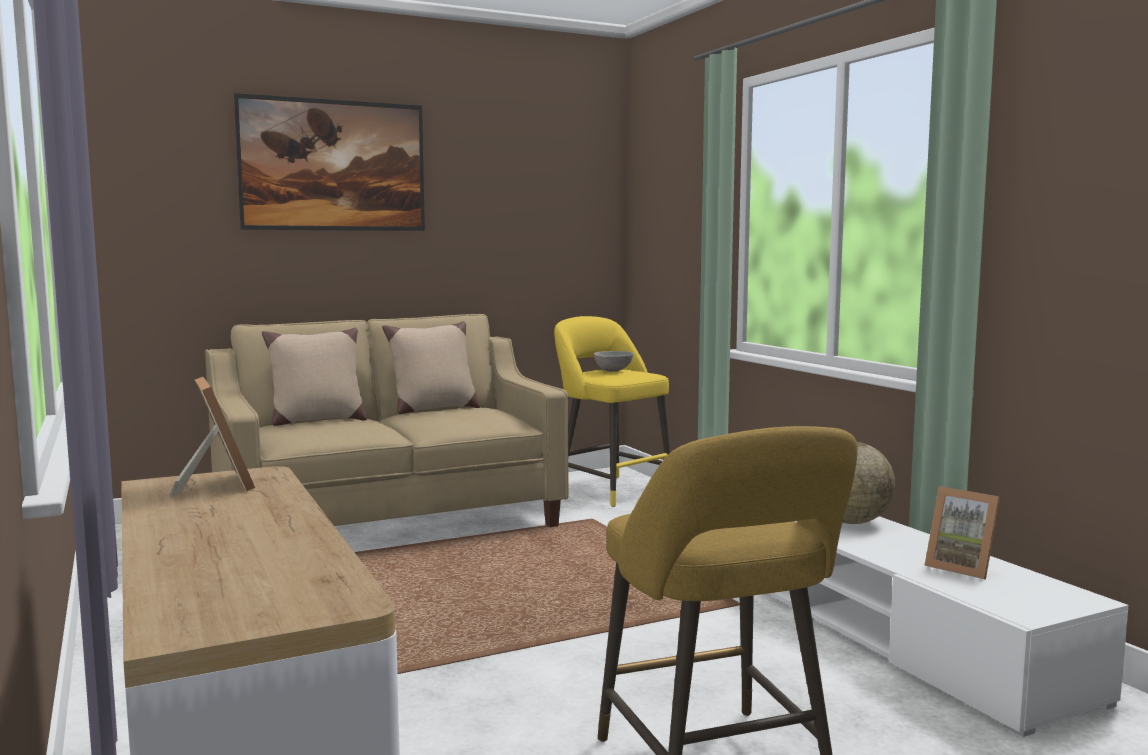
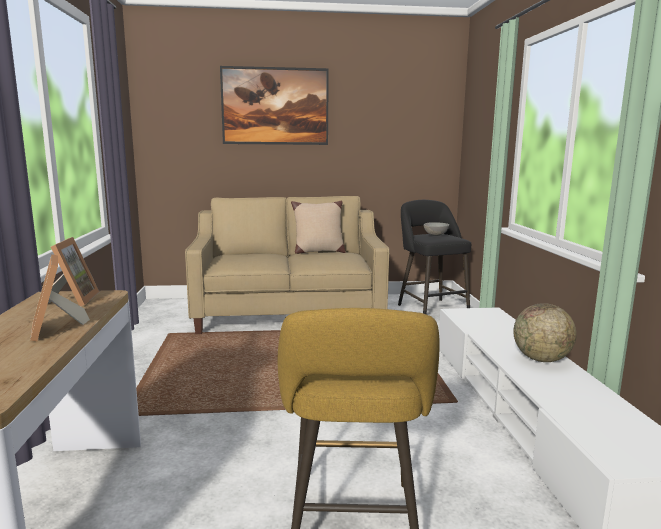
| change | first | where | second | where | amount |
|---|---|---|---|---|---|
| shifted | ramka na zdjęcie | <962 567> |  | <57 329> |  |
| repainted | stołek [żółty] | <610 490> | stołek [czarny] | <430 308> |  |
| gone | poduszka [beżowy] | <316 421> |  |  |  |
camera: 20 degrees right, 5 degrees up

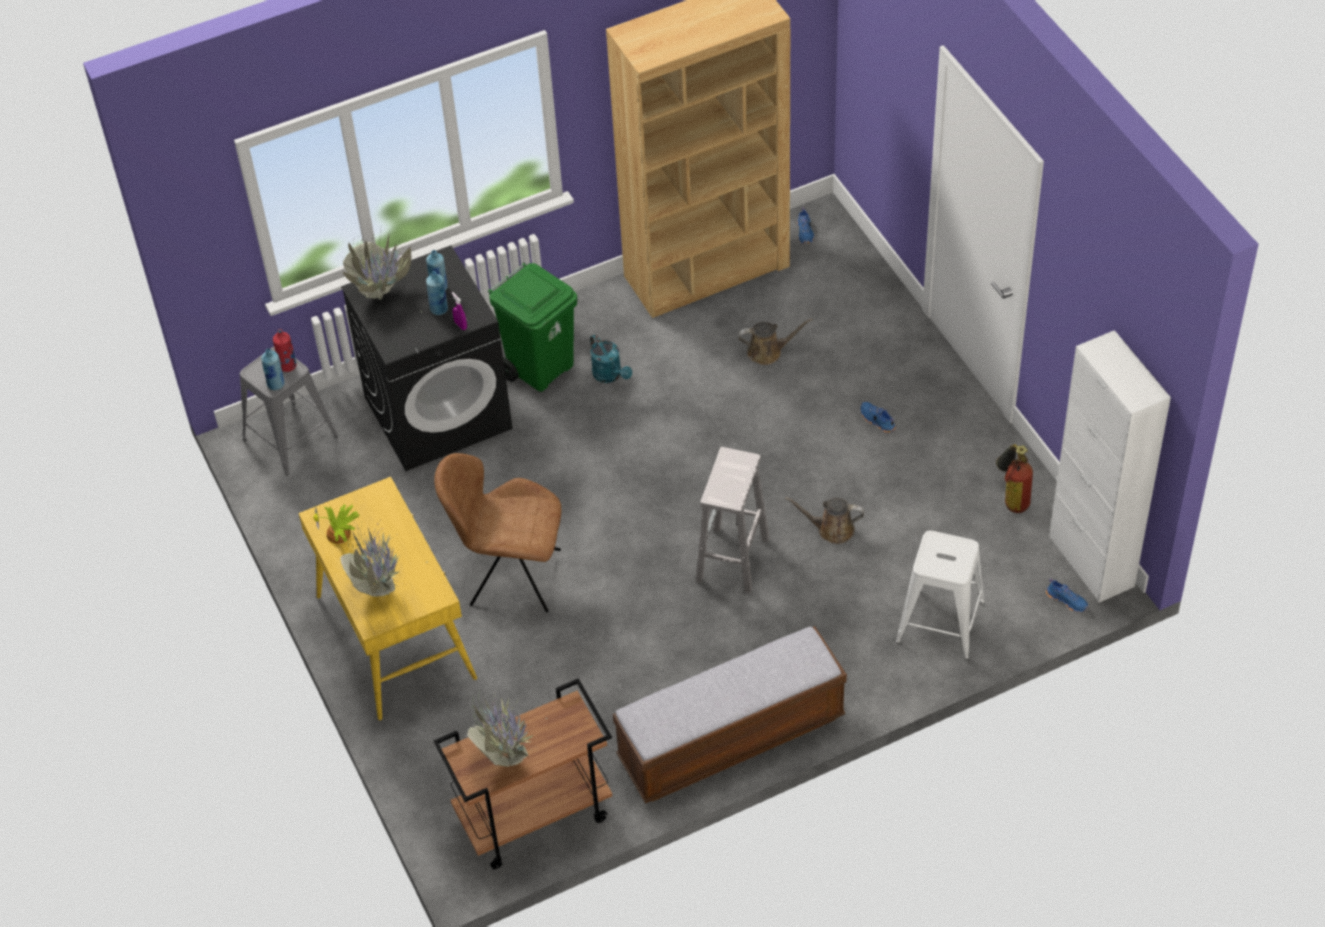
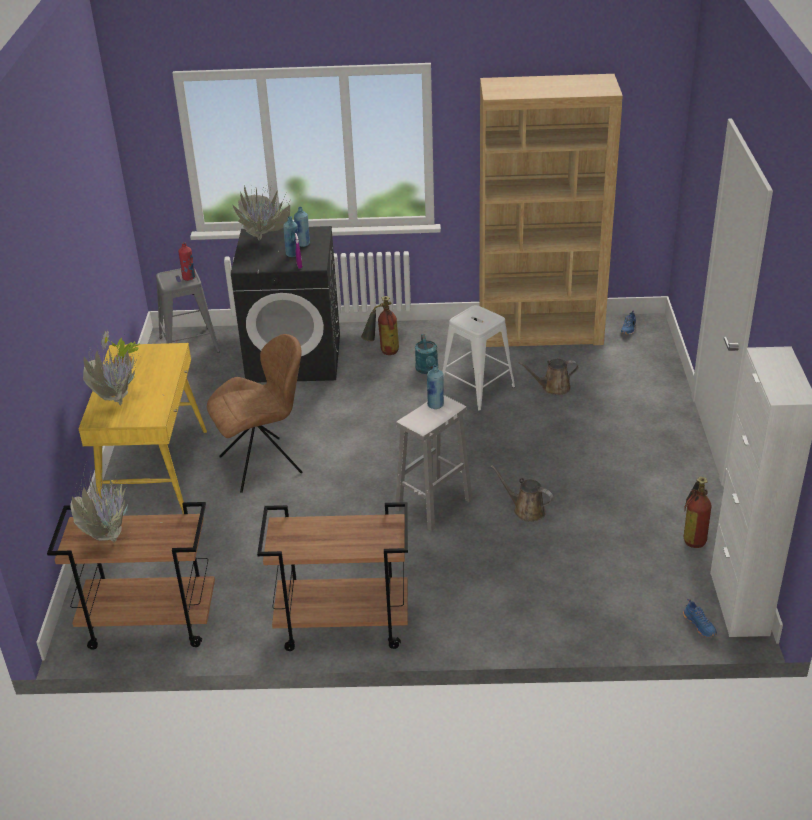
| change | first | where | second | where | amount |
|---|---|---|---|---|---|
| rotated | krzesło [brązowy] | <511 577> |  | <264 464> | 120 degrees clockwise |
| swapped | ławka | <731 738> | wózek [brązowy] | <342 625> |  |
| swapped | kosz na śmieci [zielony] | <540 368> | gaśnica | <382 353> |  |
| shifted | butelka [niebieski] | <276 384> |  | <435 405> |  |
| shifted | stołek [biały] | <939 622> |  | <476 388> |  |
| rotated | konewka [brązowy] | <768 352> |  | <553 388> | 150 degrees clockwise |
| gone | but [niebieski] | <876 420> |  |  |  |
camera: 25 degrees right, 15 degrees down

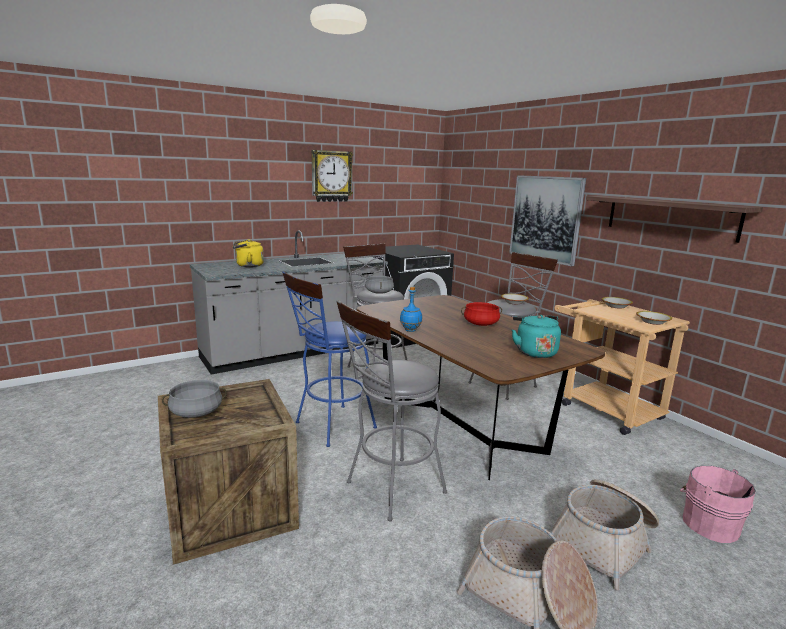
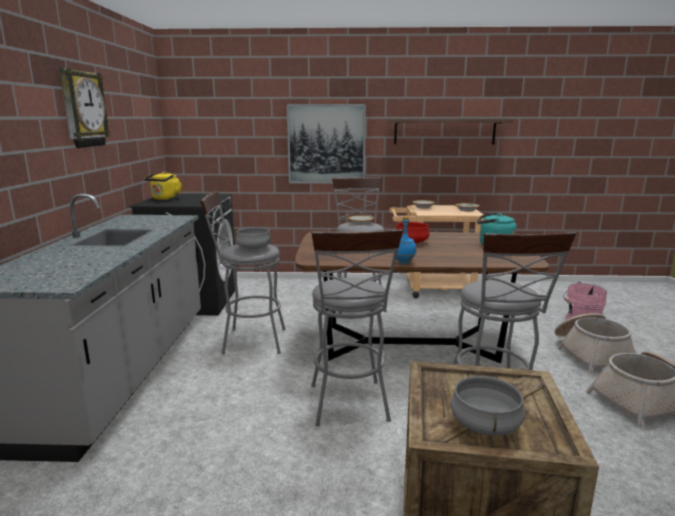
| change | first | where | second | where | amount |
|---|---|---|---|---|---|
| shifted | czajnik [żółty] | <248 265> |  | <165 199> |  |
| repainted | stołek [niebieski] | <330 427> | stołek [szary] | <350 407> |  |
camera: 55 degrees left, 0 degrees up

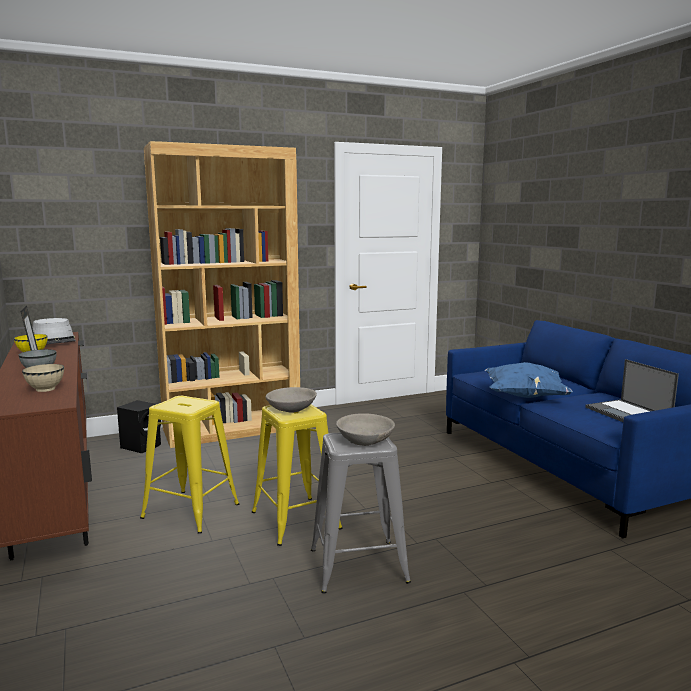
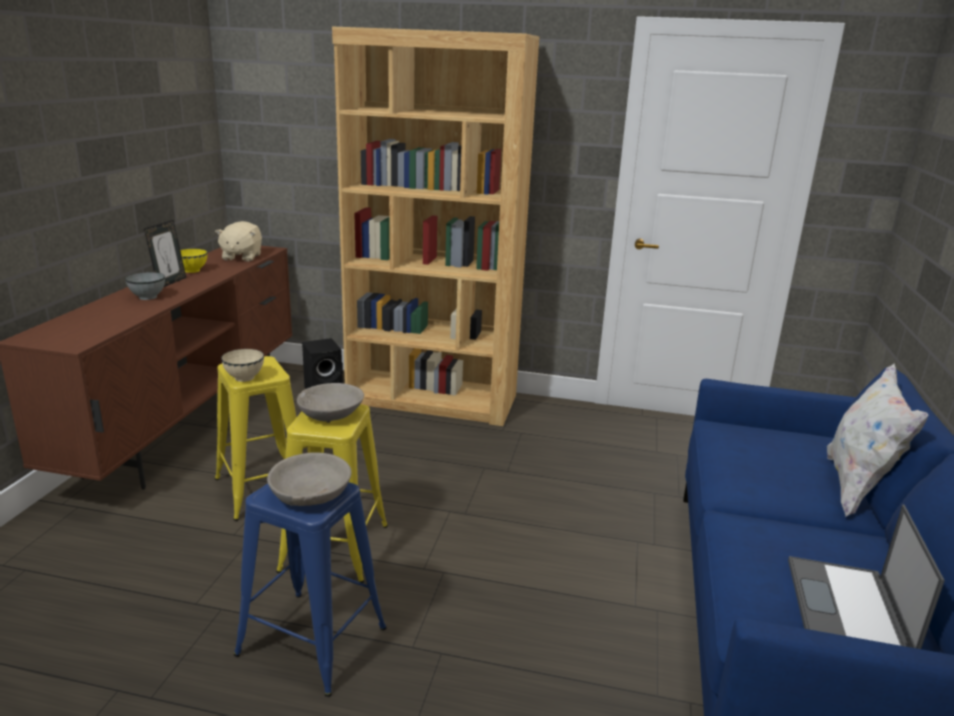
| change | first | where | second | where | amount |
|---|---|---|---|---|---|
| swapped | kapelusz [szary] | <54 341> | pluszak [beżowy] | <241 257> |  |
| shifted | miska [beżowy] | <45 389> |  | <244 377> |  |
| repainted | stołek [szary] | <358 565> | stołek [niebieski] | <312 641> |  |
| new |  |  | poduszka [biały] | <857 487> |  |
| gone | poduszka [niebieski] | <524 397> |  |  |  |
camera: 35 degrees right, 10 degrees up

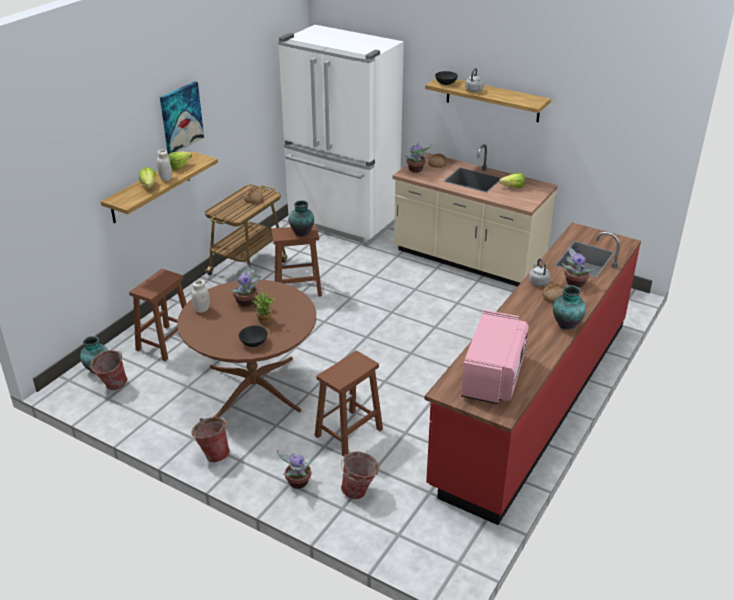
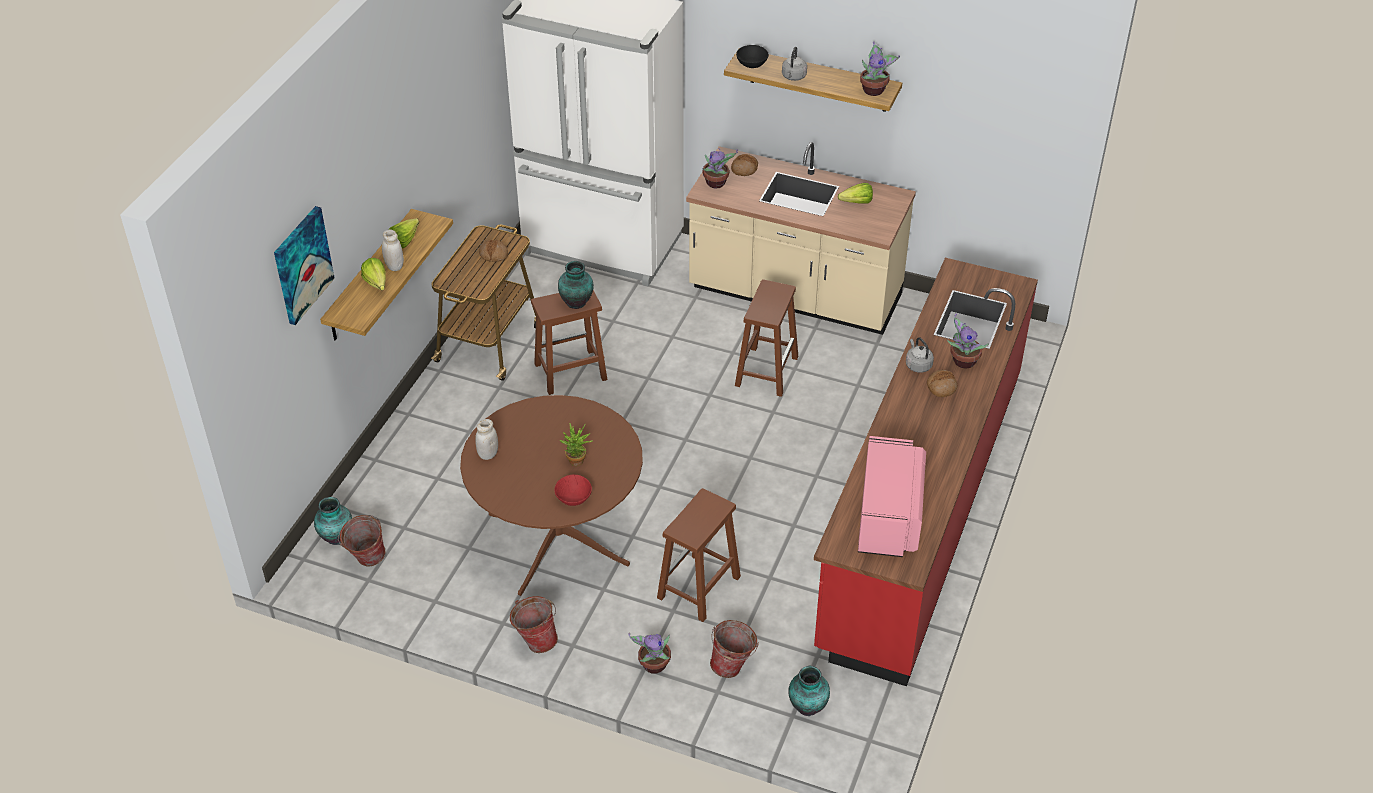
| change | first | where | second | where | amount |
|---|---|---|---|---|---|
| shifted | obraz | <181 117> |  | <302 265> |  |
| repainted | miska [czarny] | <254 342> | miska [czerwony] | <574 497> |  |
| shifted | stołek [brązowy] | <166 342> |  | <766 370> |  |
| shifted | wazon | <566 325> |  | <807 707> |  |
| shifted | roślina doniczkowa | <247 302> |  | <874 90> |  |
camera: 10 degrees left, 10 degrees up

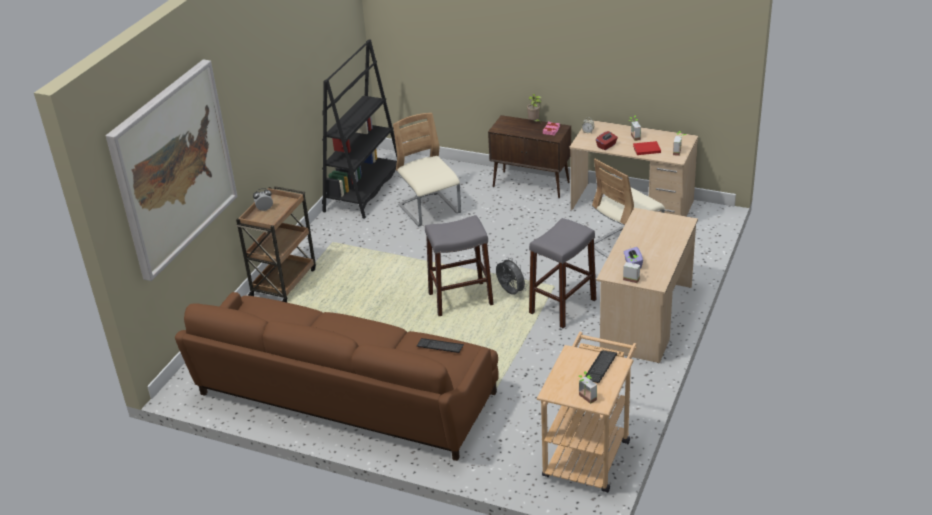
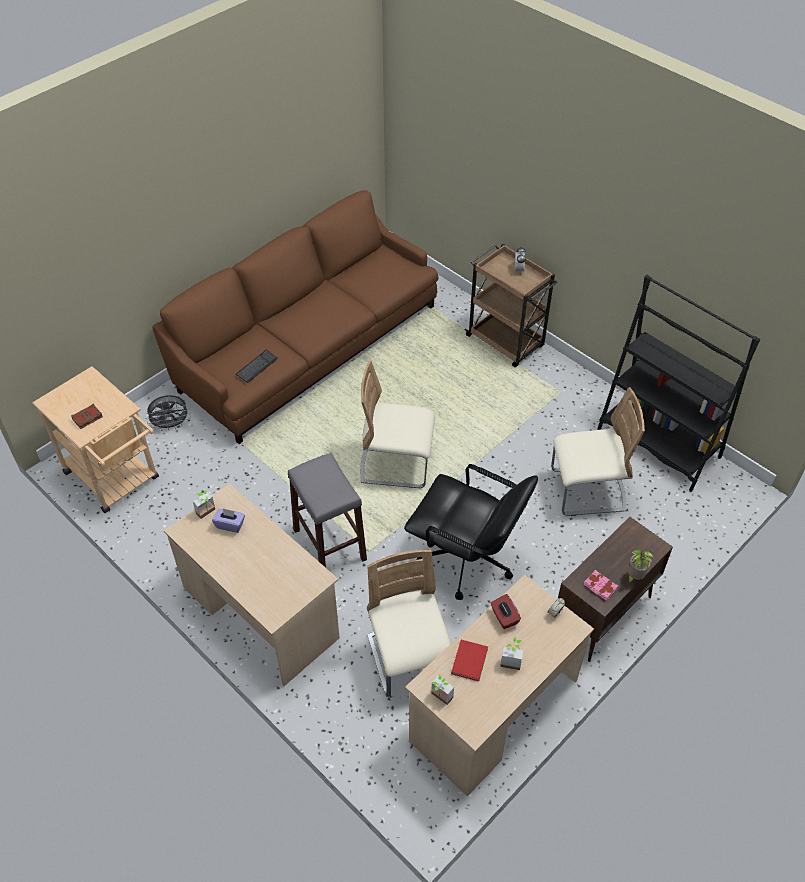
| change | first | where | second | where | amount |
|---|---|---|---|---|---|
| swapped | klawiatura | <600 367> | książka [brązowy] | <88 418> |  |
| shifted | wentylator [szary] | <510 292> |  | <171 425> |  |
| swapped | stołek [szary] | <460 299> | krzesło [beżowy] | <396 464> |  |
| new |  |  | krzesło biurowe [czarny] | <466 560> |  |
| gone | obraz | <173 168> |  |  |  |
| gone | roślina doniczkowa | <585 399> |  |  |  |
camera: 110 degrees right, 15 degrees up

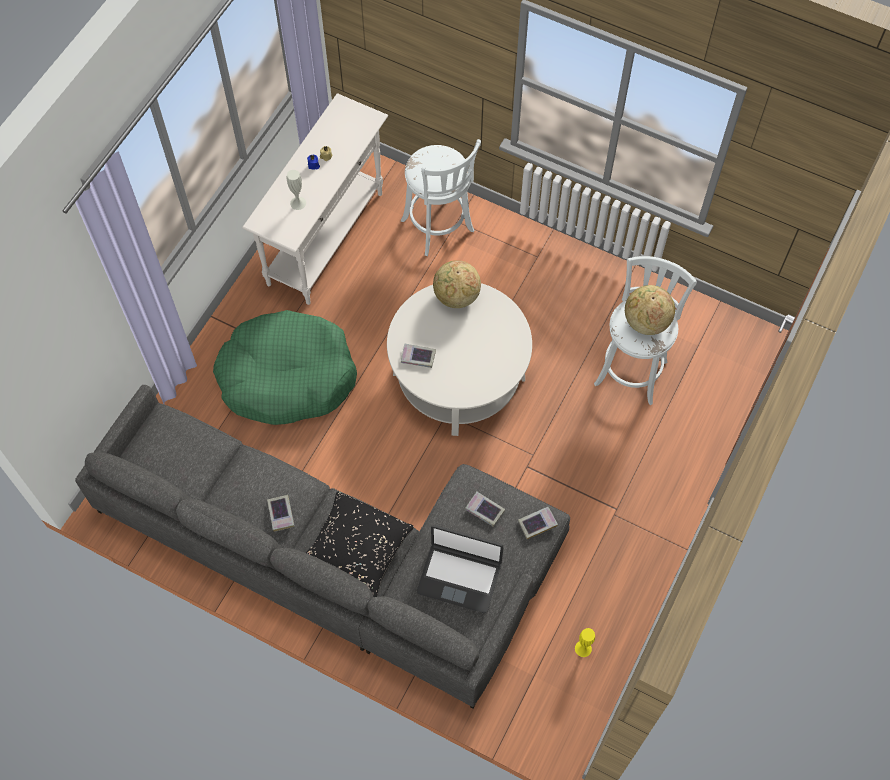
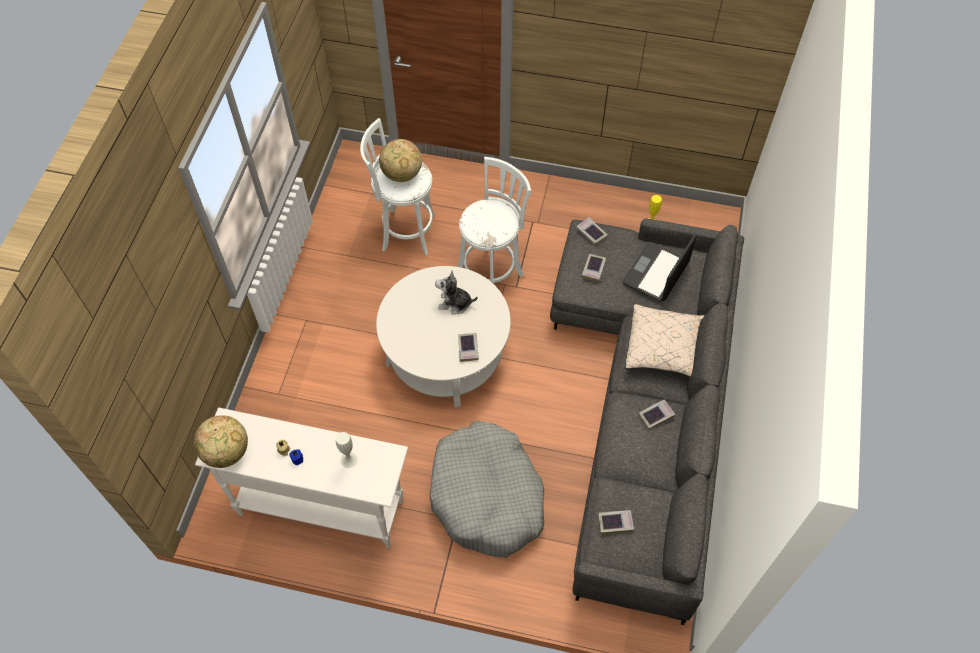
| change | first | where | second | where | amount |
|---|---|---|---|---|---|
| shifted | globus | <456 296> |  | <227 452> |  |
| repainted | legowisko [zielony] | <287 376> | legowisko [szary] | <487 496> |  |
| new |  |  | pluszak | <455 303> |  |
| shifted | stołek [biały] | <439 229> |  | <492 272> |  |
| new |  |  | książka | <615 522> |  |
| rotated | laptop | <459 577> |  | <656 273> | 150 degrees counterclockwise |
| repainted | poduszka [czarny] | <357 551> | poduszka [beżowy] | <664 349> |  |
camera: 105 degrees left, 5 degrees down

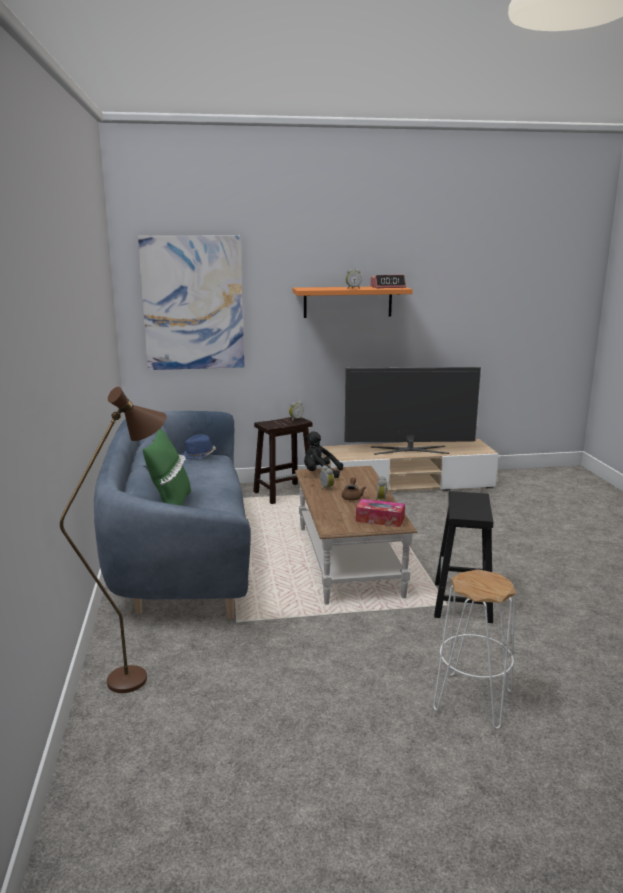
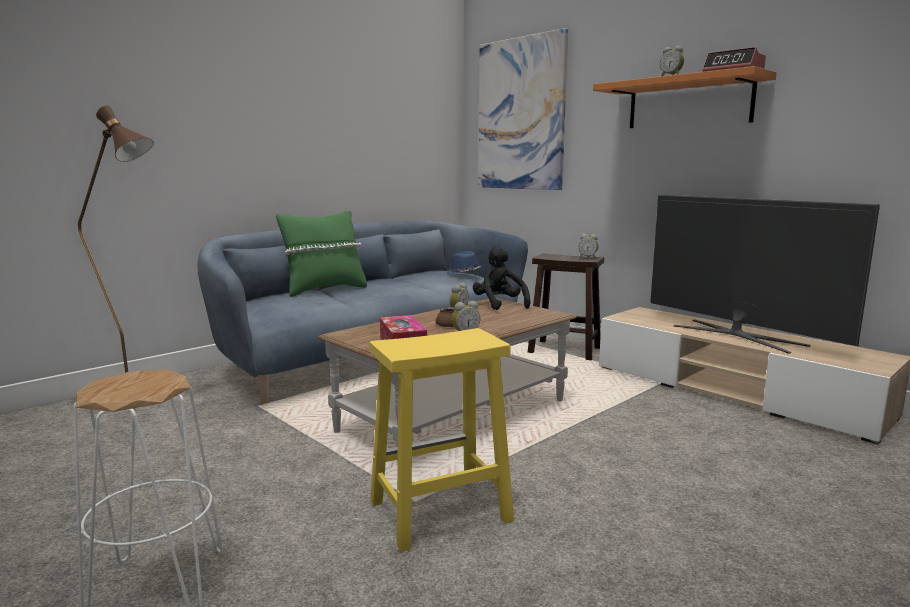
| change | first | where | second | where | amount |
|---|---|---|---|---|---|
| repainted | stołek [czarny] | <462 602> | stołek [żółty] | <438 512> |  |
camera: 55 degrees right, 5 degrees down

